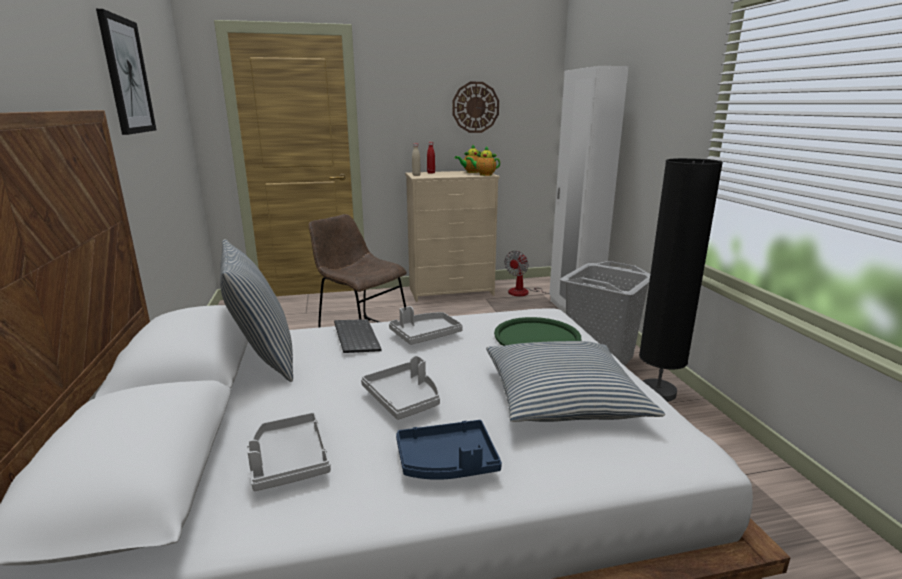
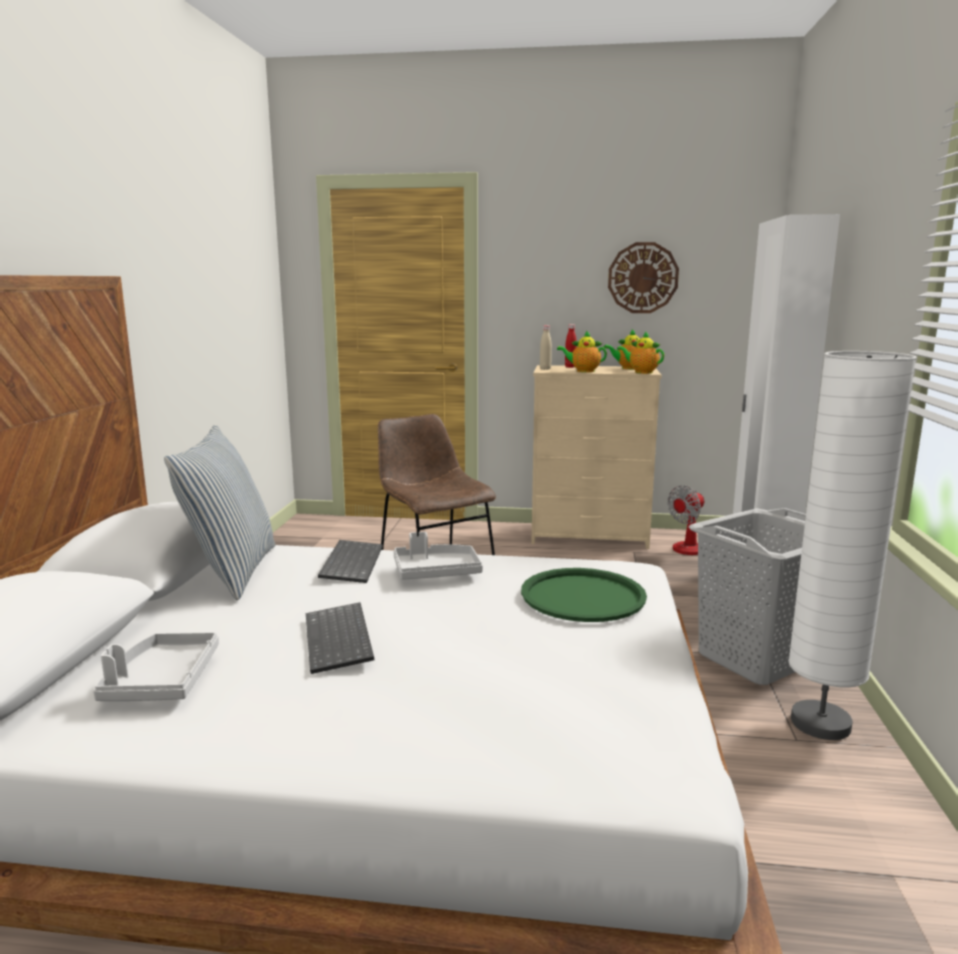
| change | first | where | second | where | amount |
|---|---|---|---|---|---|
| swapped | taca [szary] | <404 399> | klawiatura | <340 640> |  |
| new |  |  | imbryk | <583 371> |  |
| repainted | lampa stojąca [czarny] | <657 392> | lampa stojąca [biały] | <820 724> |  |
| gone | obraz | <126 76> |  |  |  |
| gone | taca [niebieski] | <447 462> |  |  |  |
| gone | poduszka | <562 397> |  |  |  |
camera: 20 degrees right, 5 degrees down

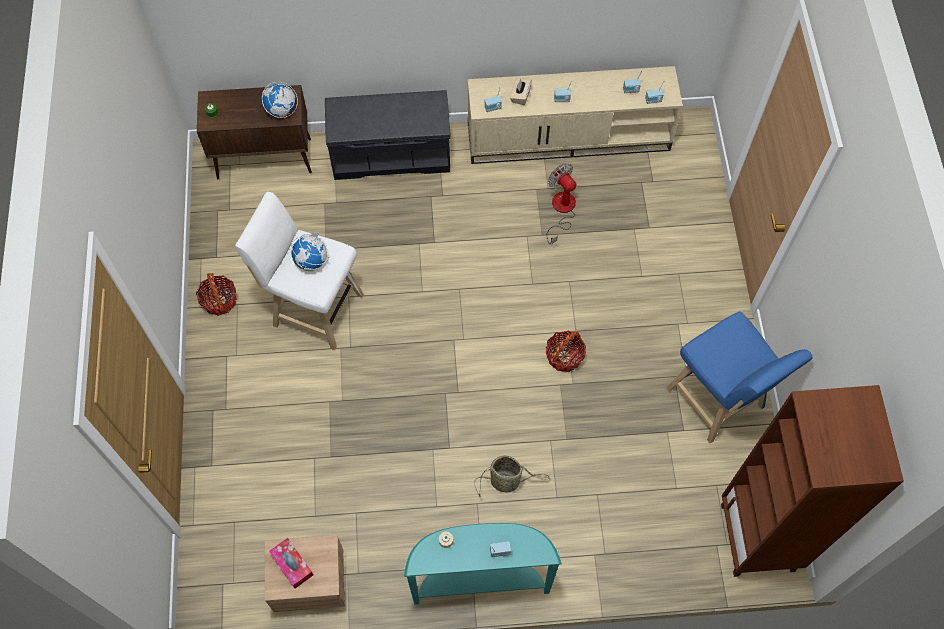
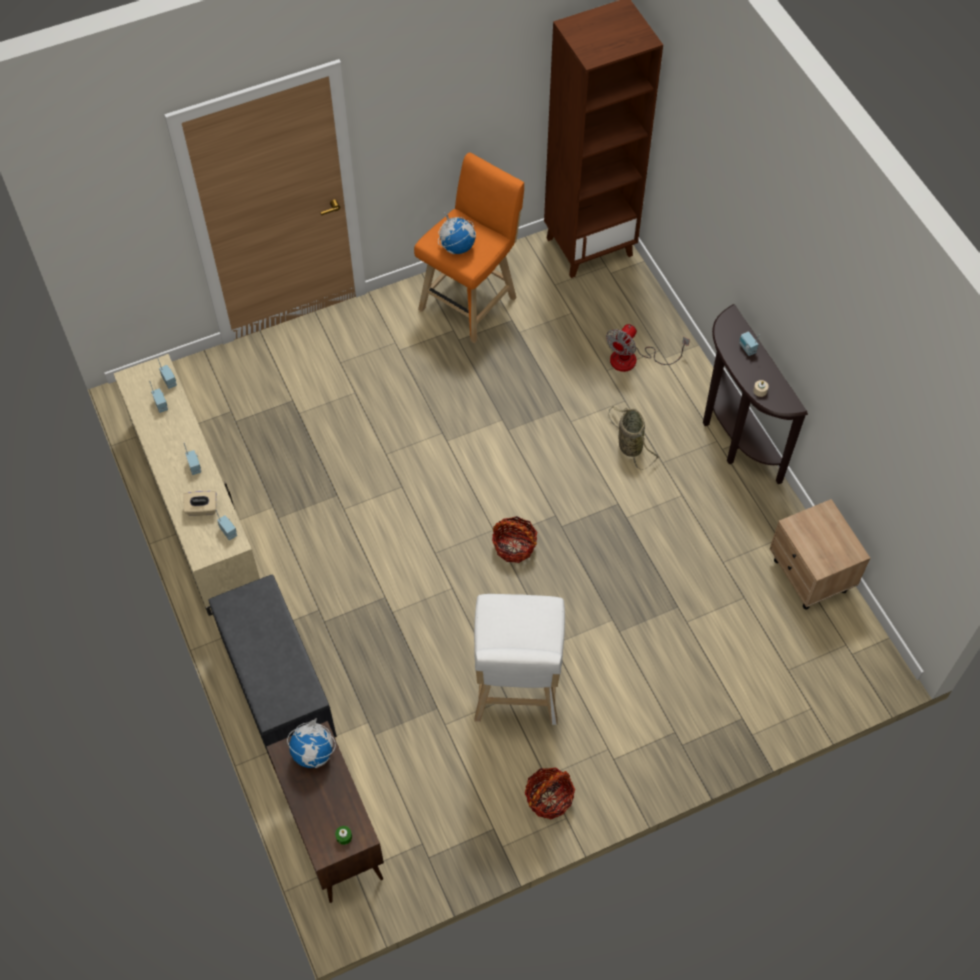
| change | first | where | second | where | amount |
|---|---|---|---|---|---|
| repainted | stołek [niebieski] | <718 402> | stołek [pomarańczowy] | <471 300> |  |
| shifted | globus | <312 261> |  | <457 247> |  |
| shifted | koszyk | <564 356> |  | <514 546> |  |
| shifted | wentylator | <561 210> |  | <633 360> |  |
| repainted | stolik konsolowy [turkusowy] | <480 581> | stolik konsolowy [brązowy] | <733 437> |  |
| gone | pudełko chusteczek | <292 564> |  |  |  |
camera: 110 degrees left, 5 degrees down

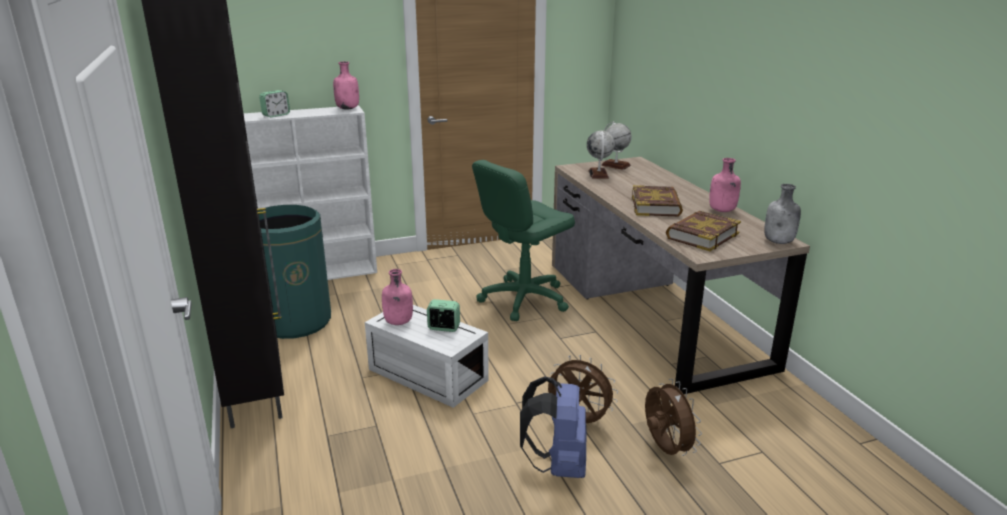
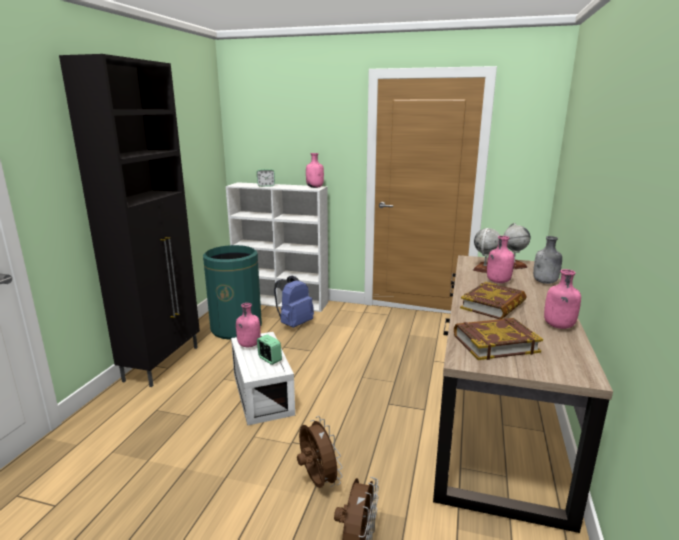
| change | first | where | second | where | amount |
|---|---|---|---|---|---|
| shifted | plecak [niebieski] | <558 465> |  | <294 324> |  |
| new |  |  | butelka [różowy] | <497 281> |  |
| shifted | butelka [szary] | <779 242> |  | <545 282> |  |
| gone | krzesło biurowe [zielony] | <524 299> |  |  |  |
camera: 35 degrees right, 5 degrees down

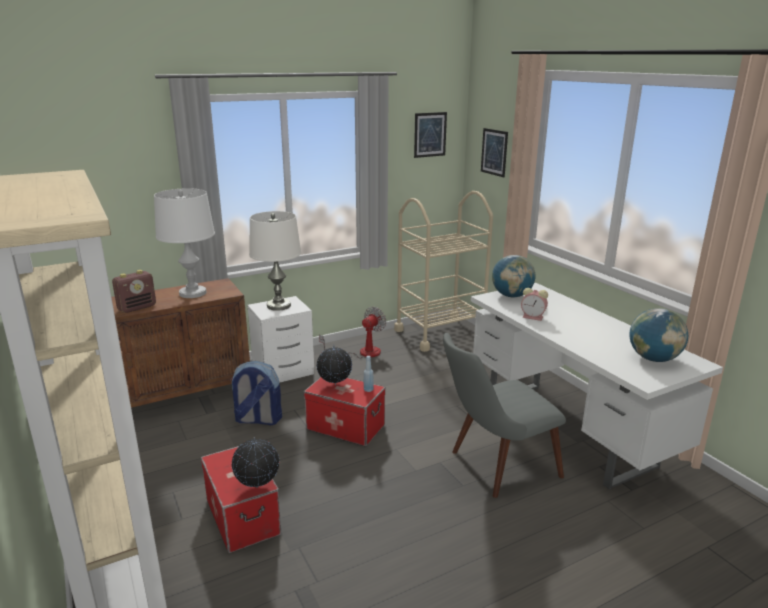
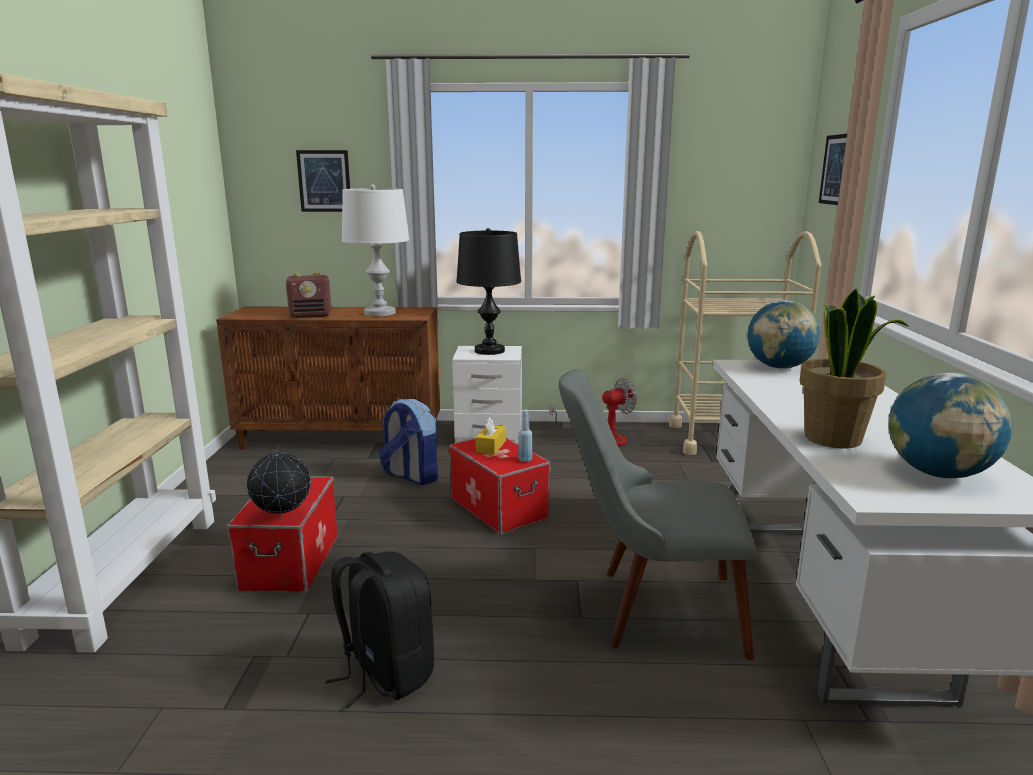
| change | first | where | second | where | amount |
|---|---|---|---|---|---|
| shifted | obraz | <430 134> |  | <324 181> |  |
| new |  |  | plecak [czarny] | <385 674> |  |
| repainted | lampa stołowa [biały] | <279 305> | lampa stołowa [czarny] | <489 351> |  |
| swapped | globus | <334 385> | pudełko chusteczek [żółty] | <491 446> |  |
| new |  |  | roślina doniczkowa | <834 439> |  |
| gone | budzik | <533 317> |  |  |  |
camera: 30 degrees right, 5 degrees down

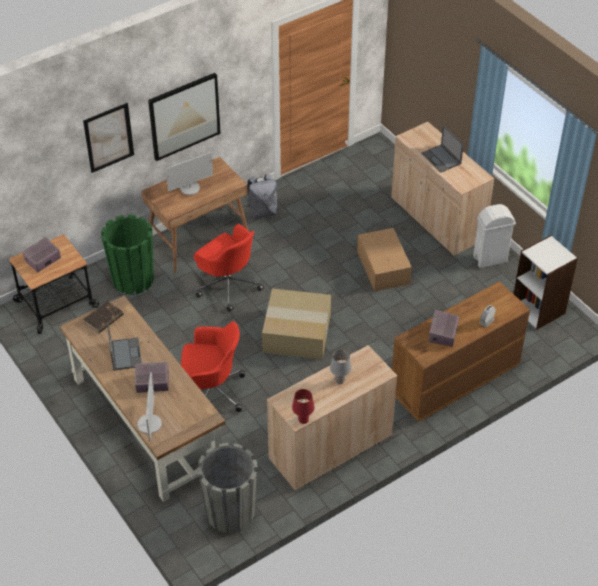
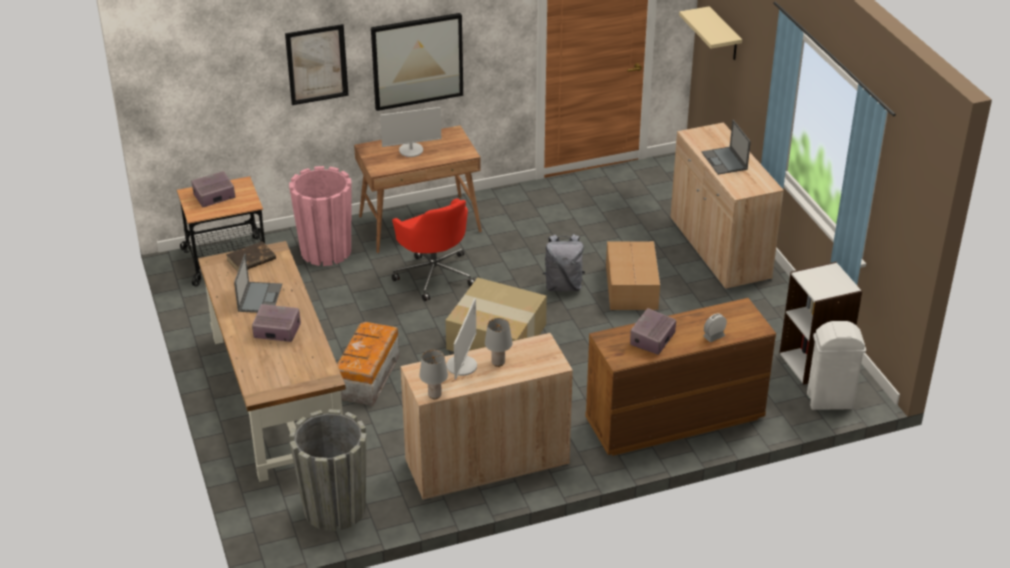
| change | first | where | second | where | amount |
|---|---|---|---|---|---|
| repainted | donica [zielony] | <133 279> | donica [różowy] | <326 251> |  |
| swapped | krzesło biurowe [czerwony] | <211 391> | pojemnik do przechowywania | <367 378> |  |
| repainted | lampa stołowa [czerwony] | <303 420> | lampa stołowa [szary] | <434 395> |  |
| shifted | monitor | <150 424> |  | <462 365> |  |
| shifted | plecak [szary] | <262 212> |  | <563 286> |  |
| new |  |  | półka [beżowy] | <724 35> |  |
| shifted | kosz na śmieci [biały] | <490 259> |  | <830 401> |  |
camera: 15 degrees right, 10 degrees down

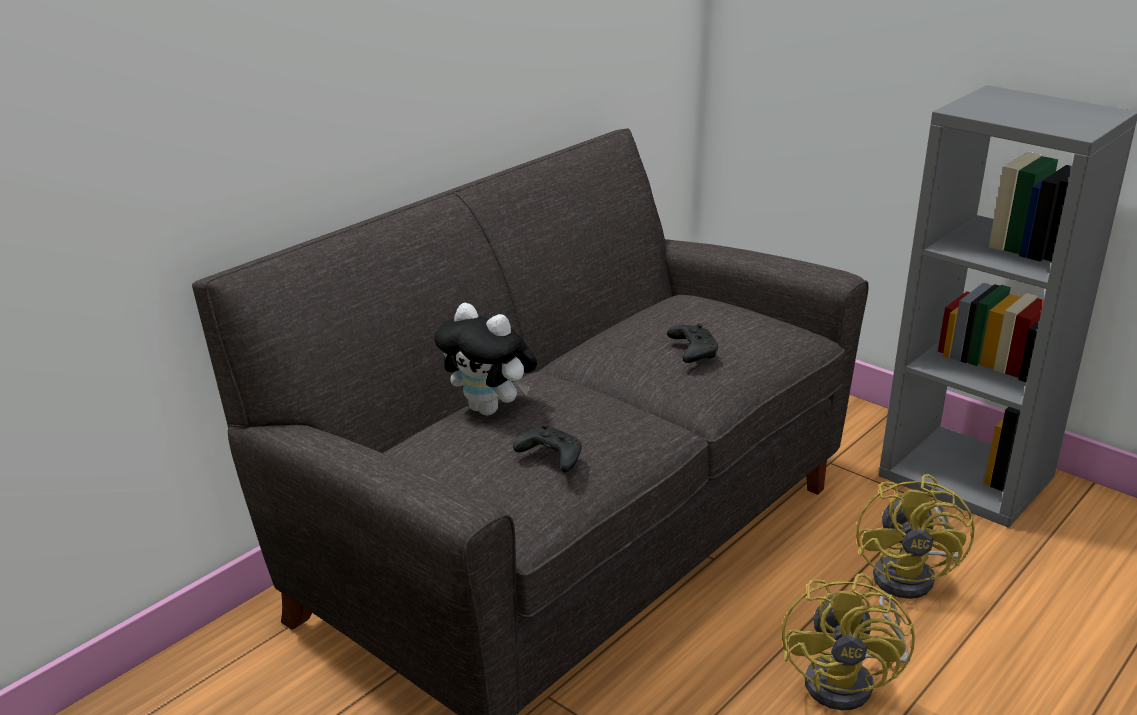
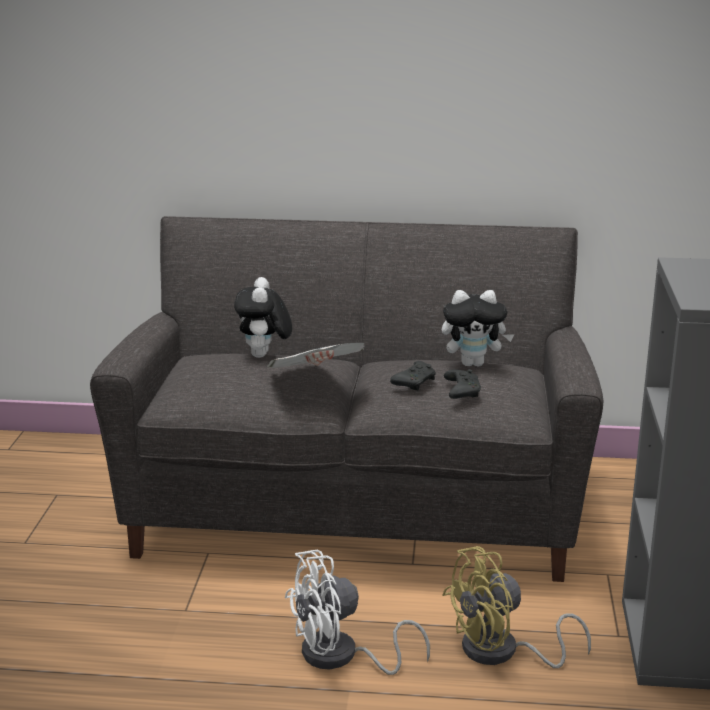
| change | first | where | second | where | amount |
|---|---|---|---|---|---|
| new |  |  | gazeta | <315 381> |  |
| repainted | wentylator [żółty] | <850 682> | wentylator [biały] | <340 657> |  |
| new |  |  | pluszak | <474 363> |  |
| shifted | pad do gier [czarny] | <549 457> |  | <461 391> |  |
camera: 55 degrees right, 5 degrees down

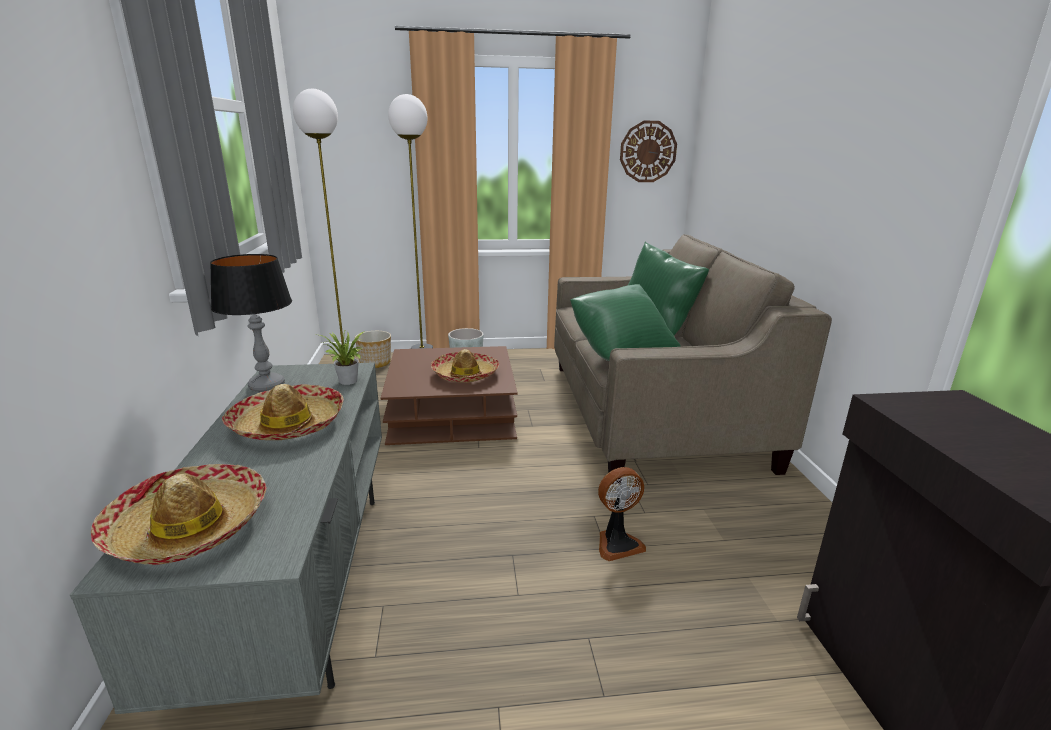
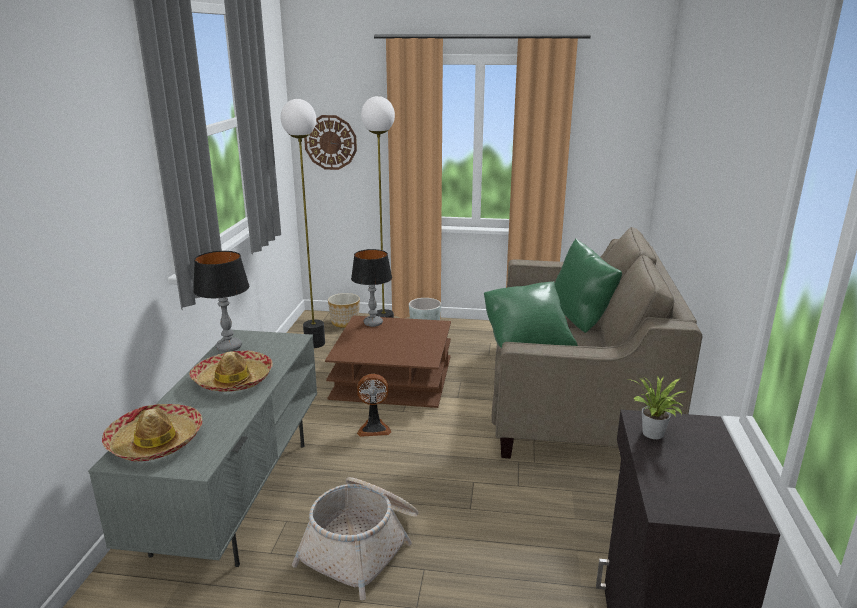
| change | first | where | second | where | amount |
|---|---|---|---|---|---|
| new |  |  | koszyk | <362 545> |  |
| shifted | zegar ścienny | <648 152> |  | <330 142> |  |
| new |  |  | lampa stołowa | <373 323> |  |
| shifted | wentylator | <617 543> |  | <374 428> |  |
| shifted | roślina doniczkowa | <347 382> |  | <653 435> |  |
| gone | kapelusz | <465 374> |  |  |  |
camera: 15 degrees right, 0 degrees up

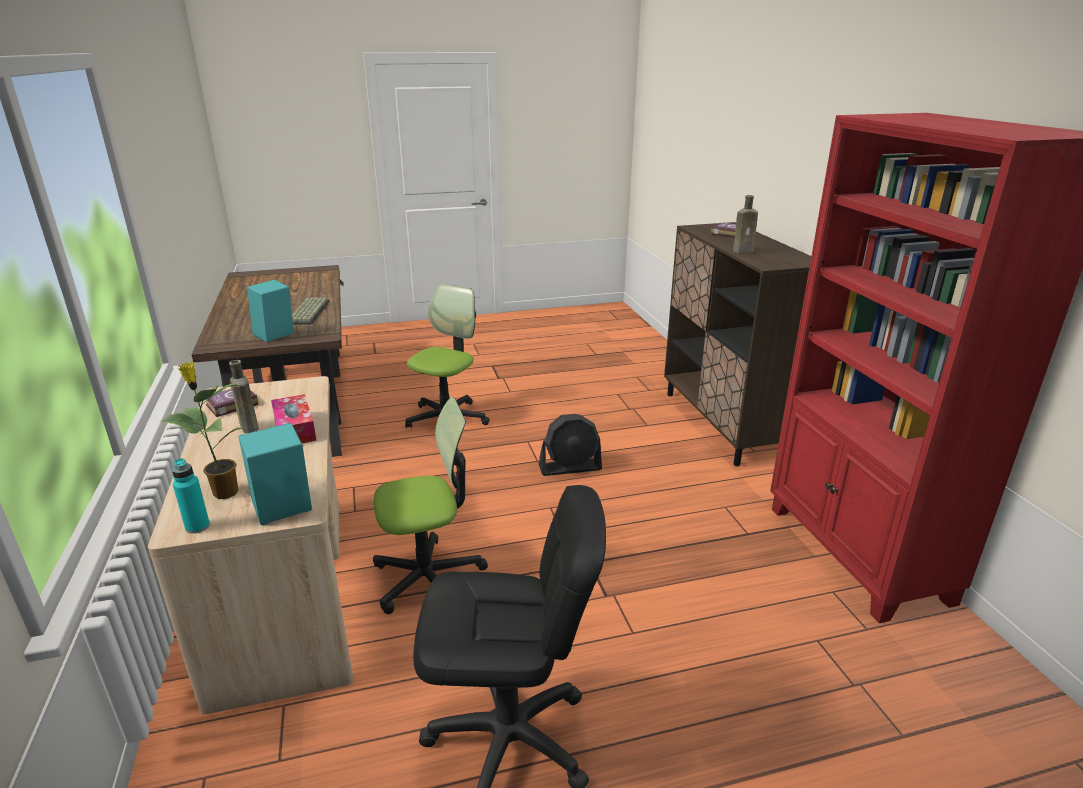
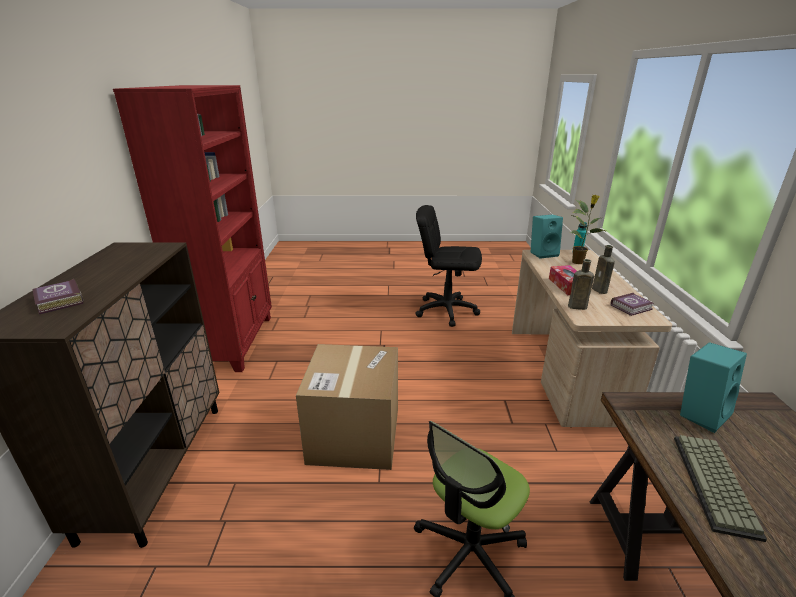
| change | first | where | second | where | amount |
|---|---|---|---|---|---|
| swapped | wentylator [czarny] | <570 467> | karton | <354 435> |  |
| shifted | butelka [brązowy] | <744 251> |  | <576 307> |  |
| gone | krzesło biurowe | <429 579> |  |  |  |
camera: 165 degrees left, 0 degrees up

